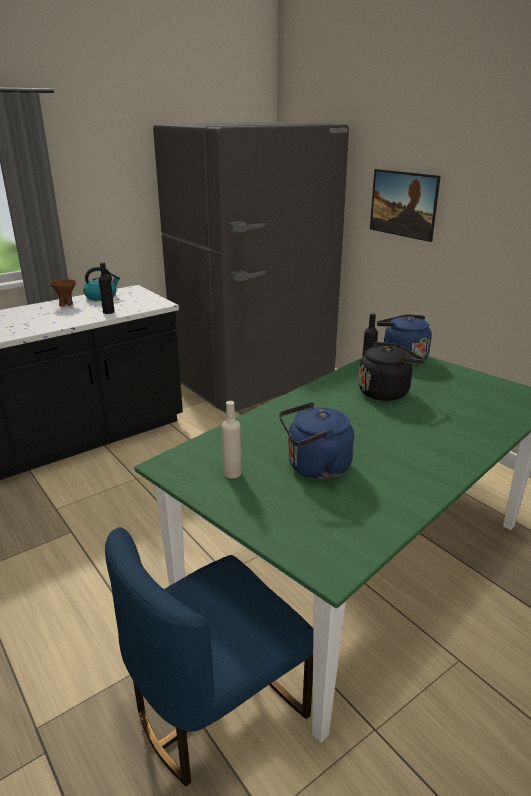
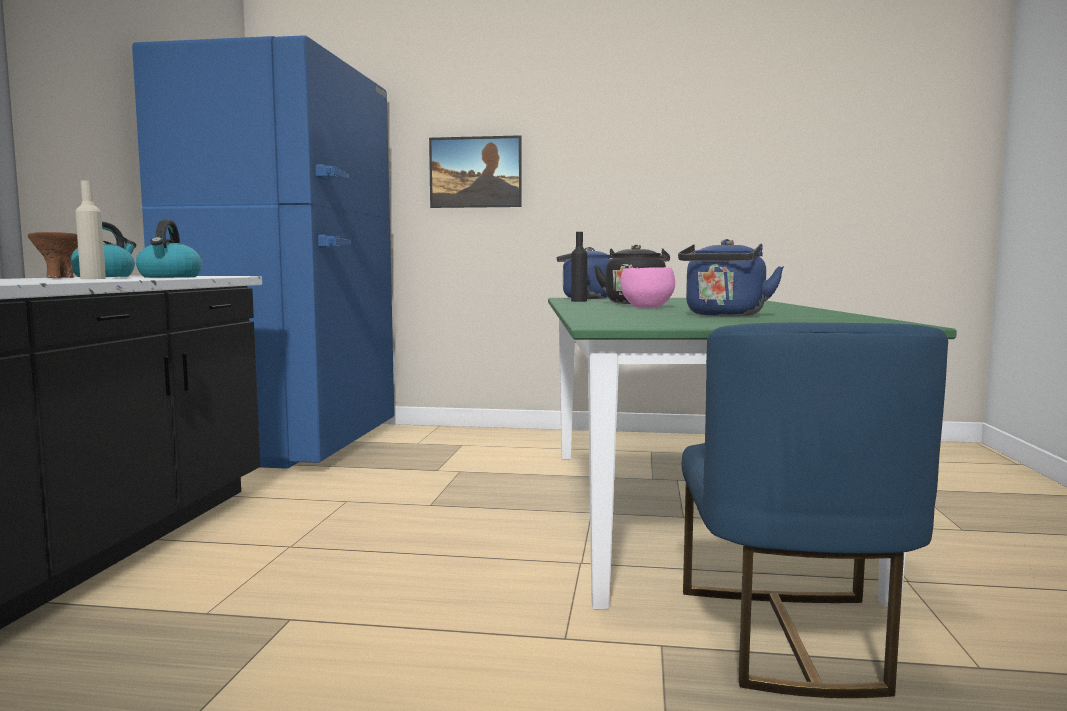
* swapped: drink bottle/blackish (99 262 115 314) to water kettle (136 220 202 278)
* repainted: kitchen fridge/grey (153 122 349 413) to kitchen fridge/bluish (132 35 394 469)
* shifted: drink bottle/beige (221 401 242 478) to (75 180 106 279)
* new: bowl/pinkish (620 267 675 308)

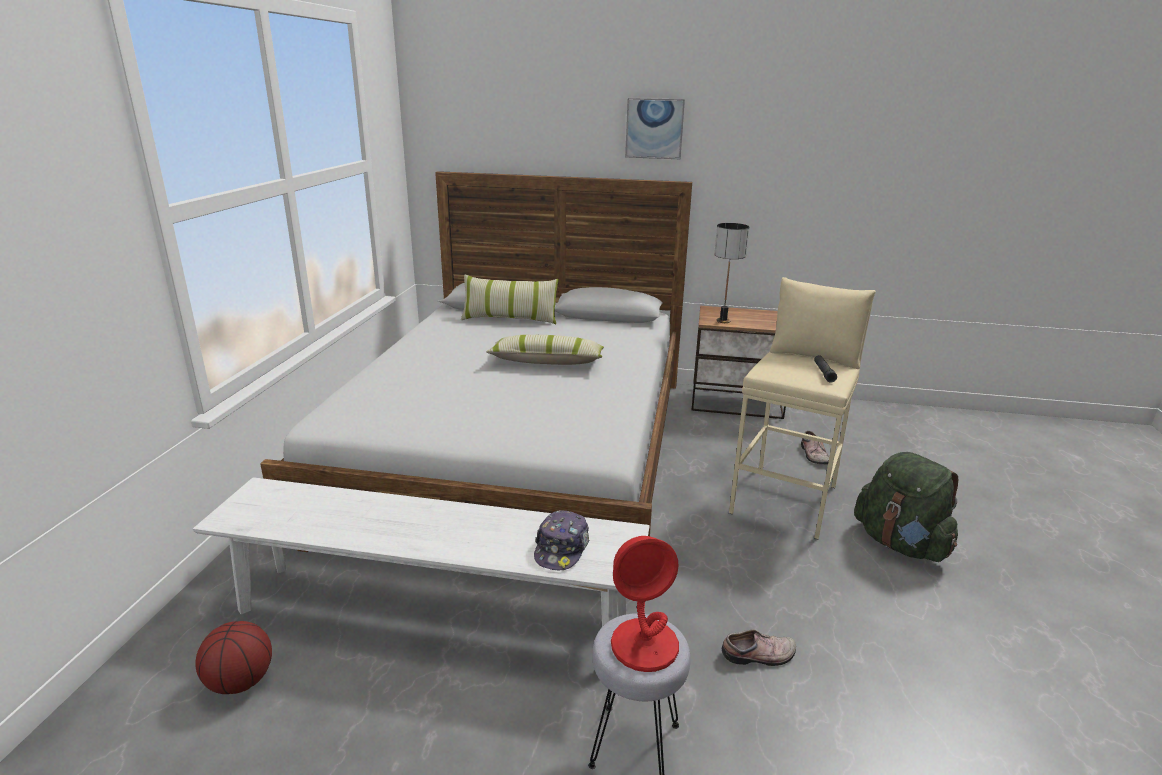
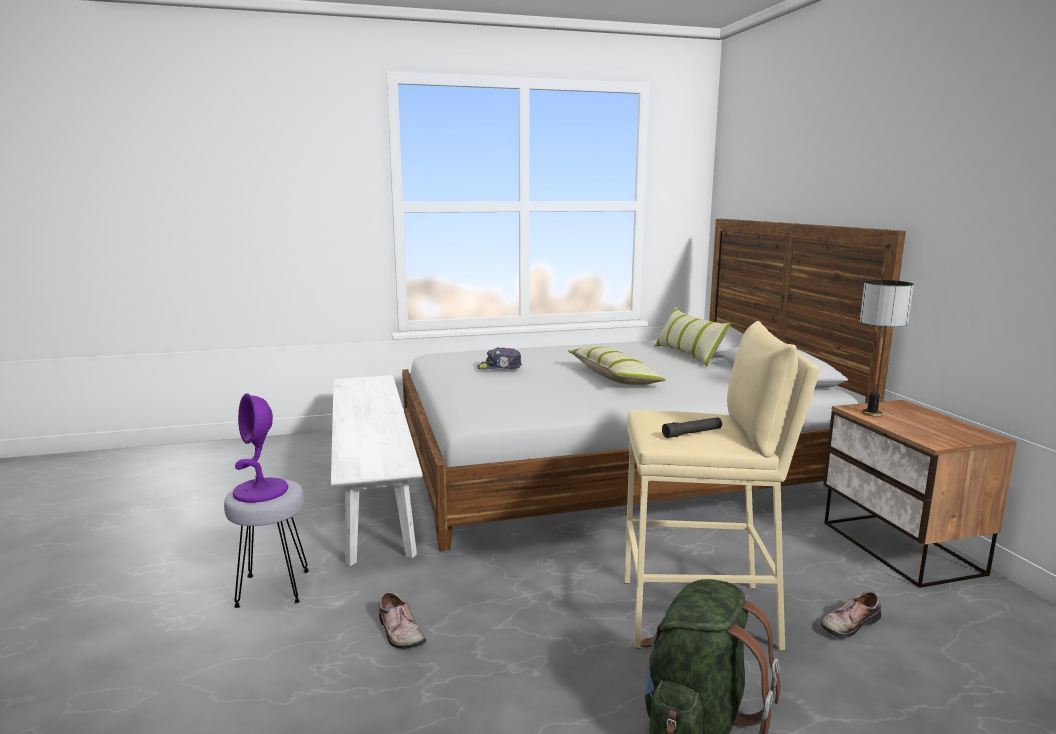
* gone: ball for basketball (195 621 272 694)
* shifted: baseball cap (534 510 589 570) to (477 347 522 370)
* repainted: table lamp/red-coloured (611 536 679 672) to table lamp/purplish (233 393 288 503)
* gone: wall picture (625 98 685 159)

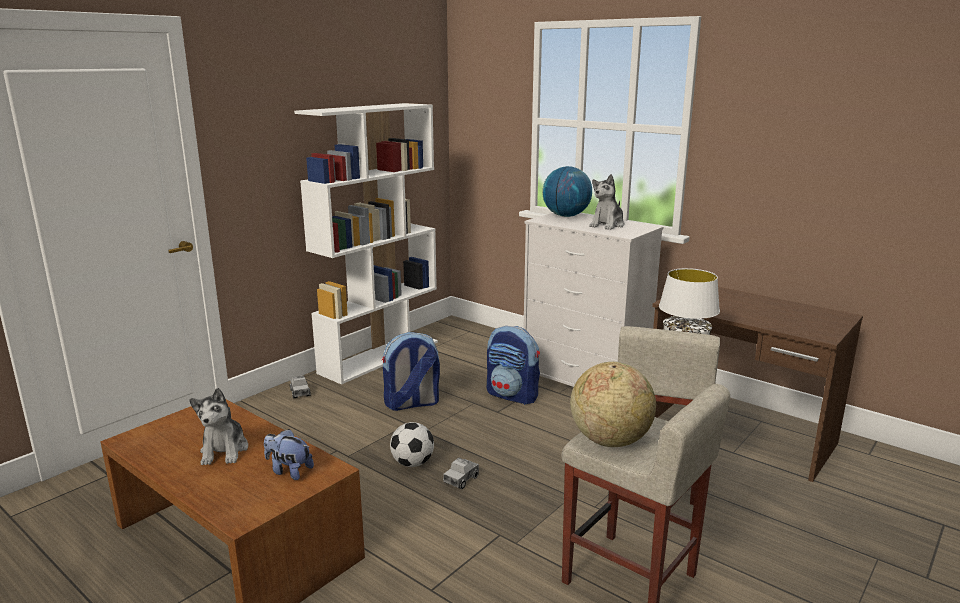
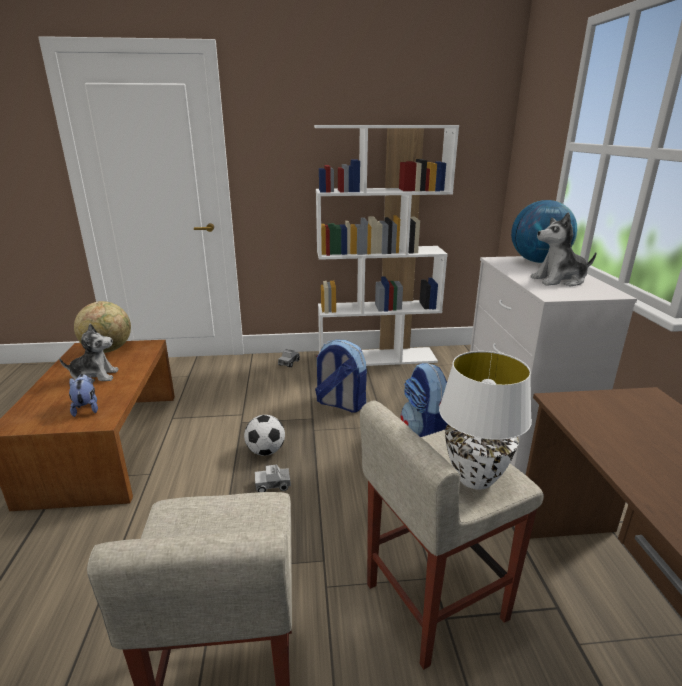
* rotated: soft toy (189 388 248 465) = (59 324 119 383) 135 degrees counterclockwise
* shifted: desk globe (570 362 656 447) to (74 301 131 353)

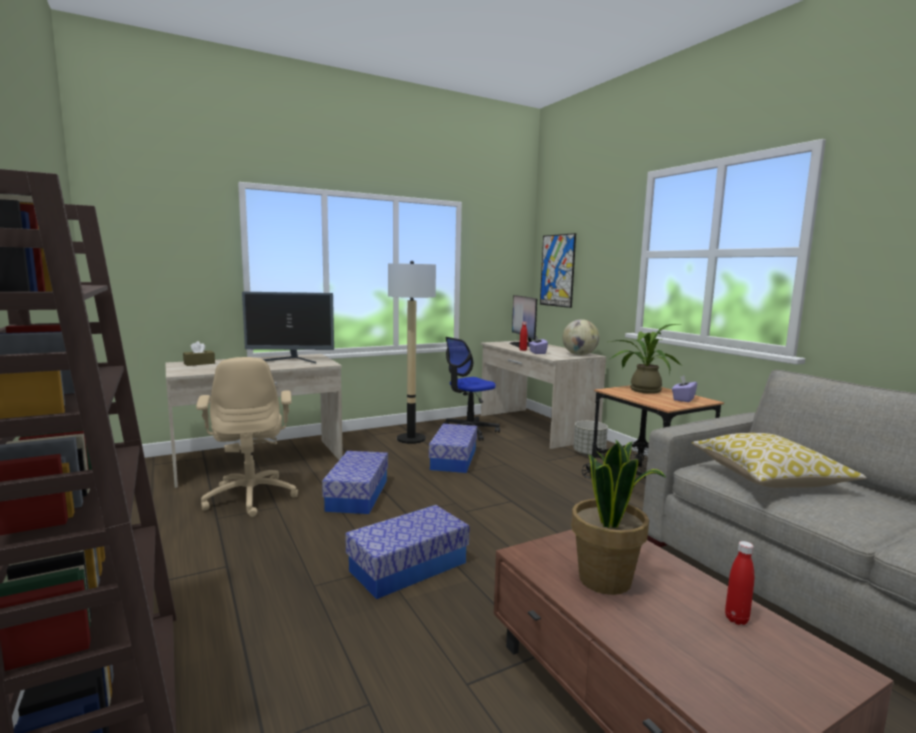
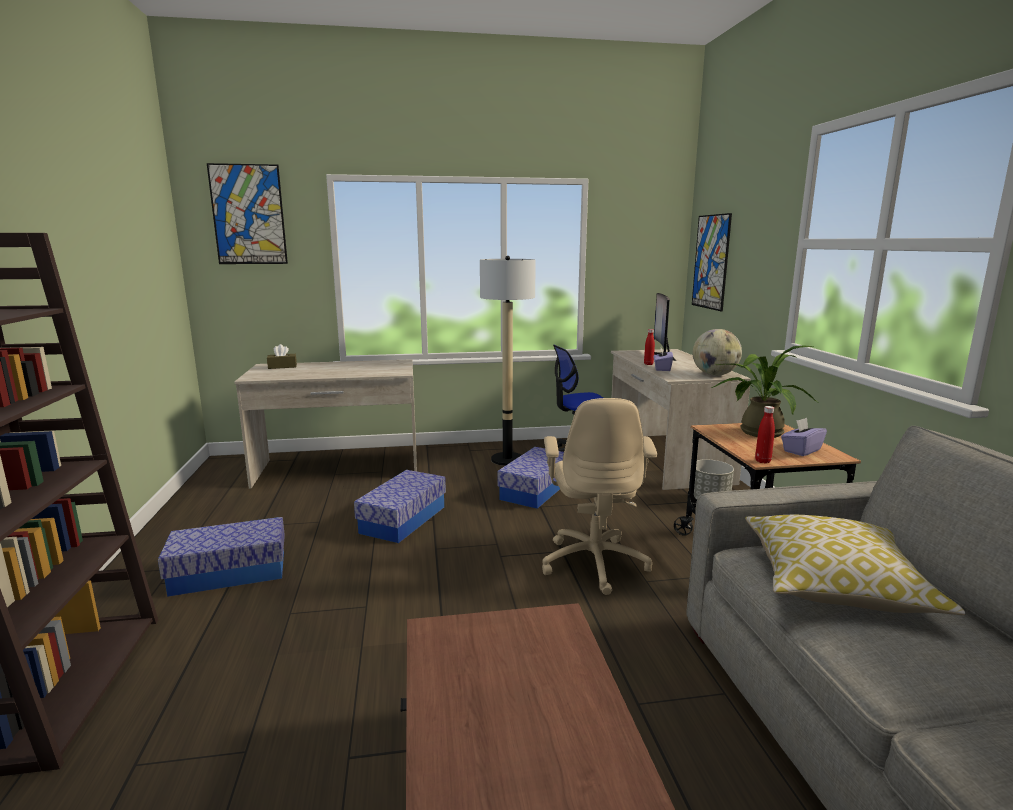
* shifted: computer chair/beige (196 357 298 517) to (542 398 657 595)
* gone: computer screen (242 292 334 363)
* shifted: storage box (345 505 469 599) to (158 517 285 597)
* gone: houseplant (571 440 666 595)
* shifted: drink bottle/red-coloured (725 541 754 625) to (755 406 775 463)
* new: wall picture (207 163 288 264)

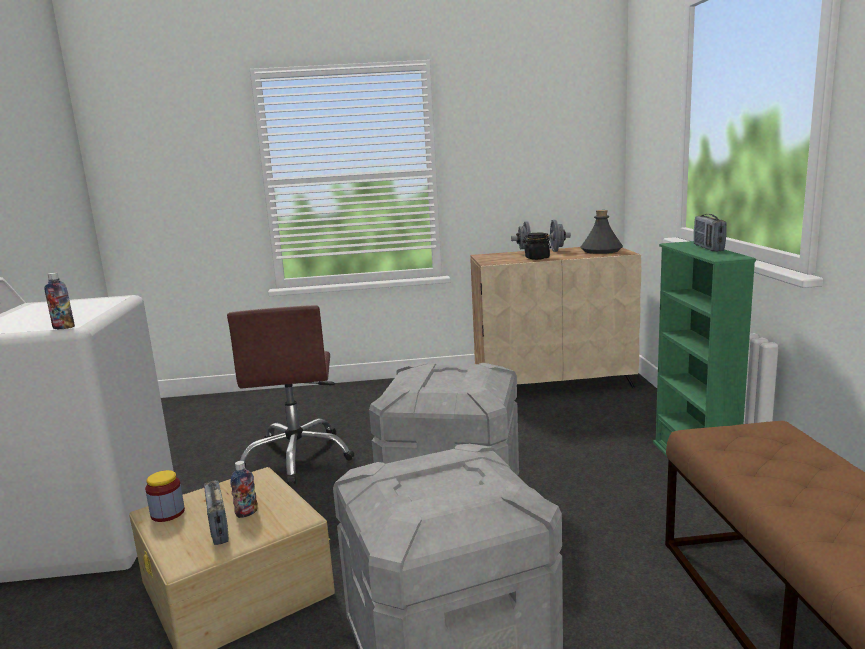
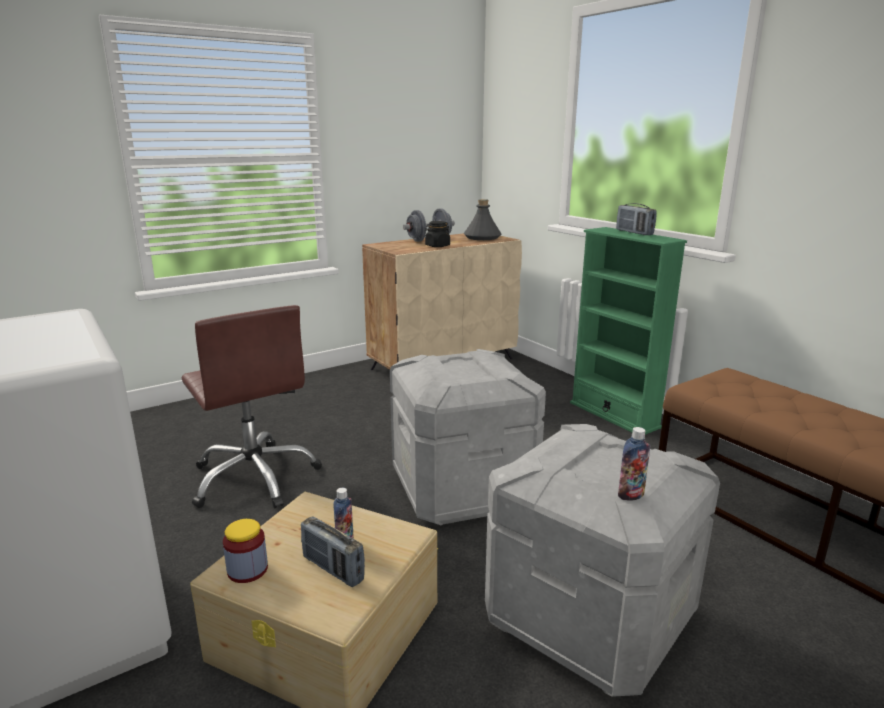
* shifted: drink bottle (44 272 75 329) to (618 427 650 501)

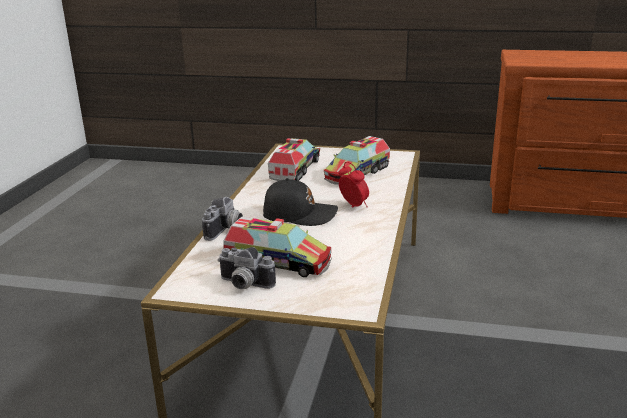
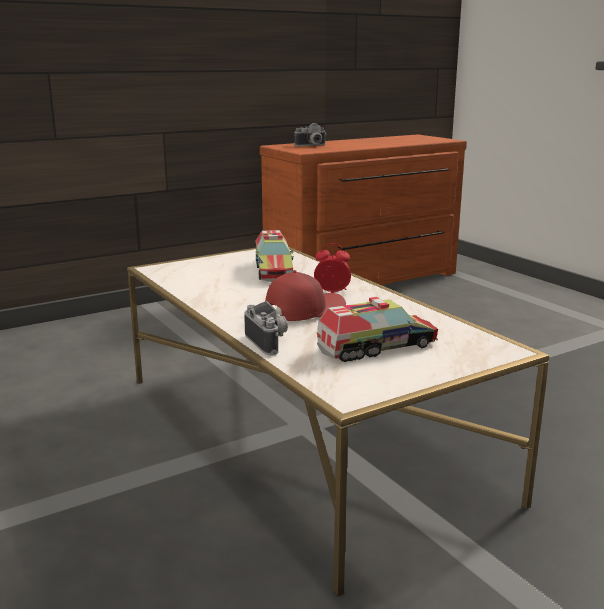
* shifted: still camera (218 247 276 289) to (294 123 327 146)
* repainted: baseball cap/blackish (263 178 338 226) to baseball cap/red-coloured (265 270 346 321)
* gone: model truck (268 138 320 181)

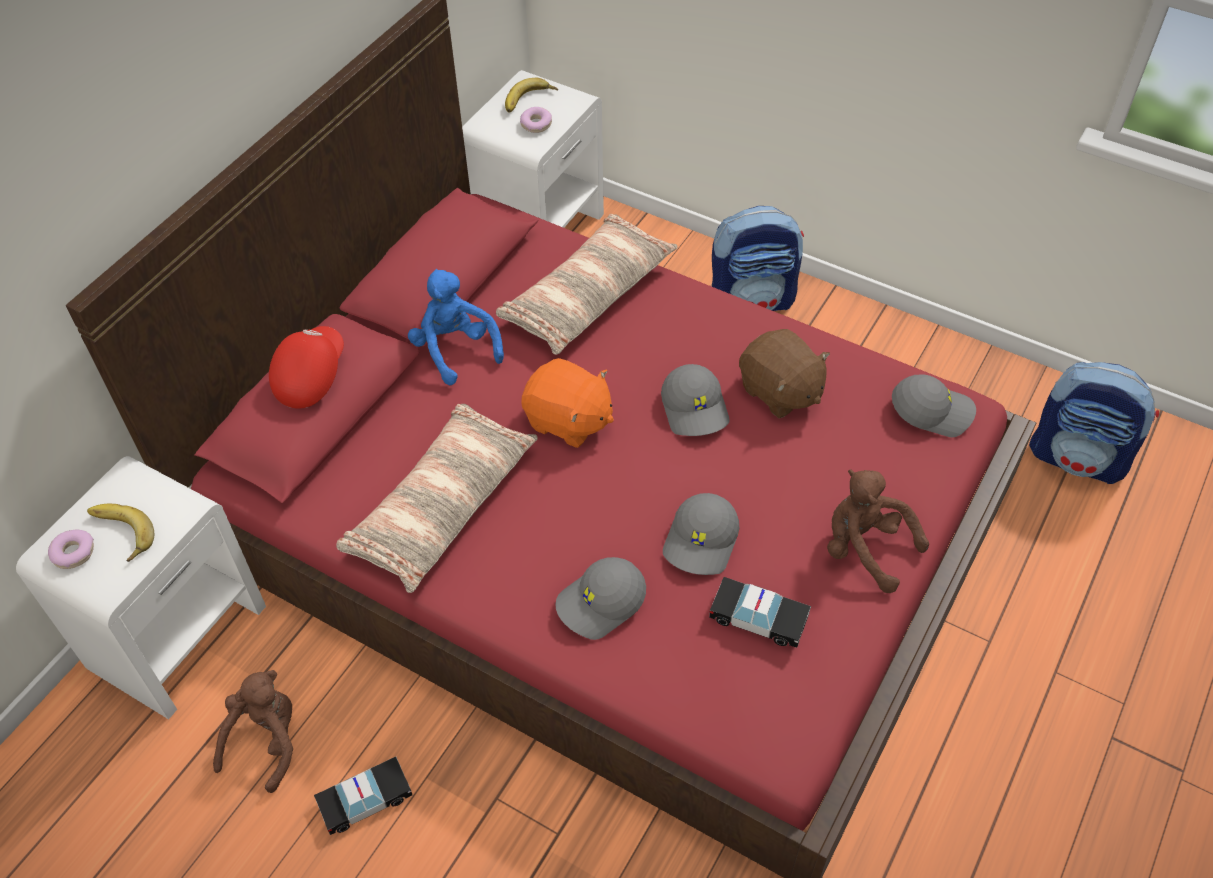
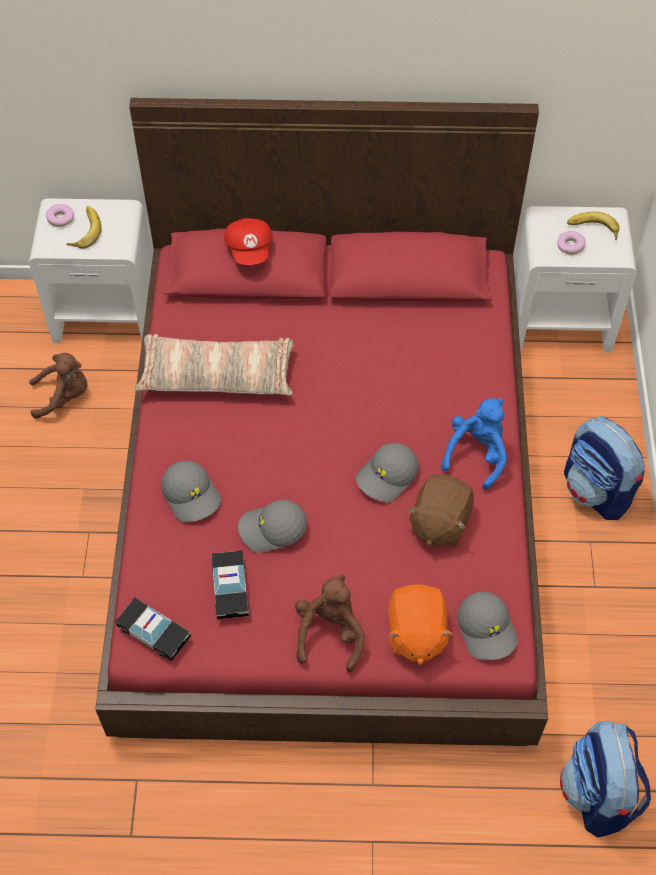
* rotated: baseball cap/red-coloured (269 326 344 409) = (224 218 273 265) 90 degrees clockwise
* shifted: miniature car (314 757 412 835) to (115 598 191 661)
* shifted: soft toy/bluish (408 269 504 385) to (441 398 507 490)
* gone: cushion (496 214 677 355)
* shifted: soft toy/orangey (521 358 614 448) to (388 585 453 665)
* rotated: baseball cap/grey (555 557 646 640) = (161 461 221 522) 150 degrees counterclockwise

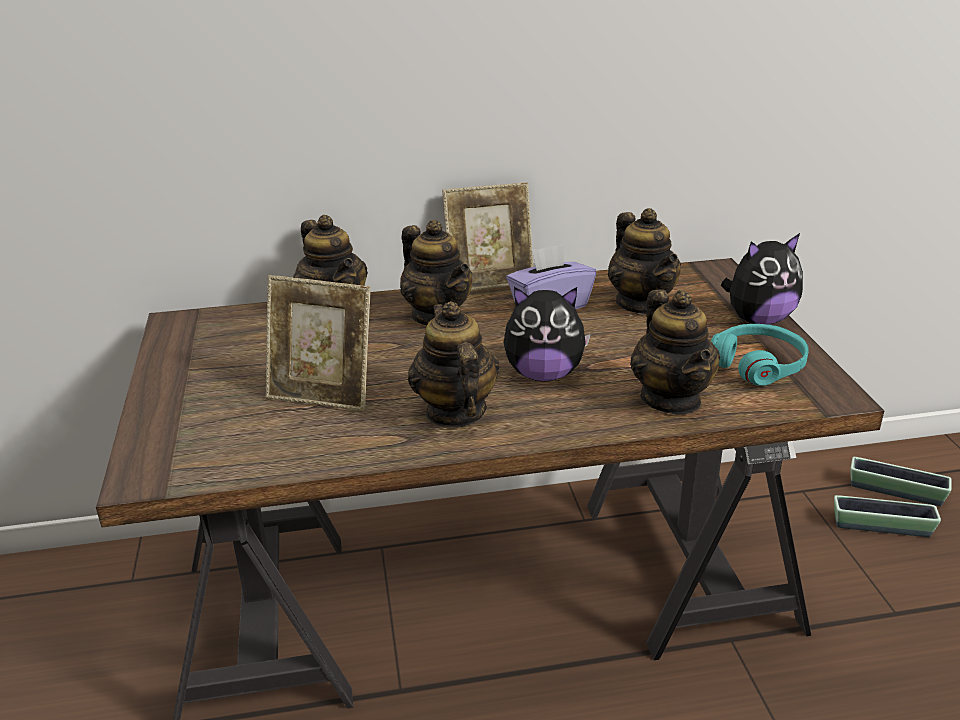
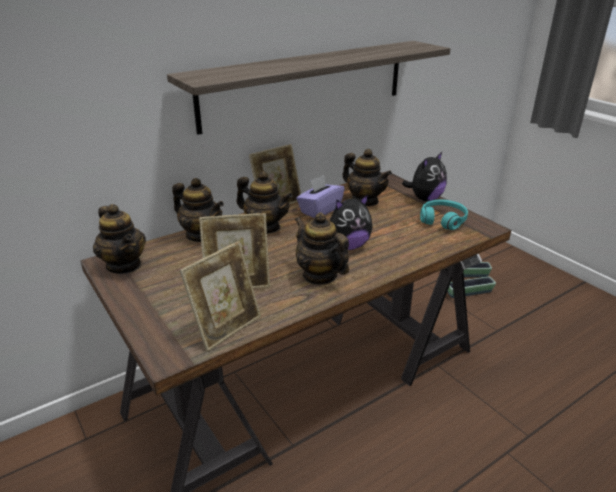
* shifted: pot for tea (630 290 720 415) to (93 204 146 274)
* new: wall shelf (167 41 450 135)
* new: photo frame (179 241 261 352)

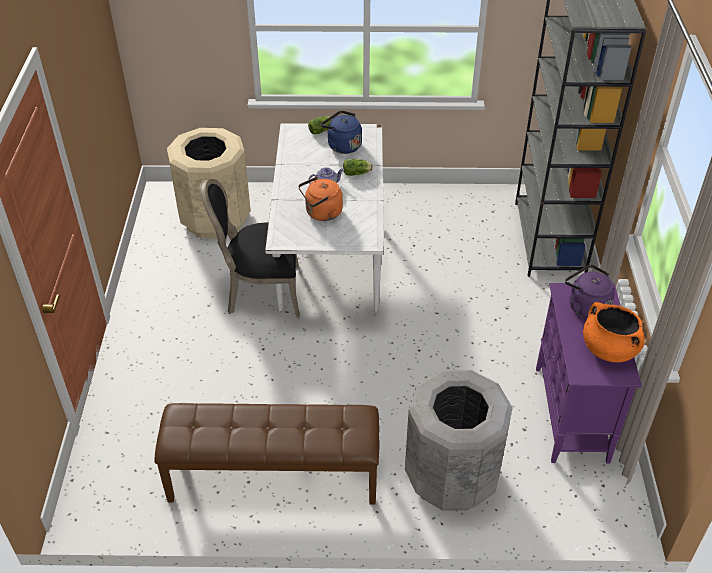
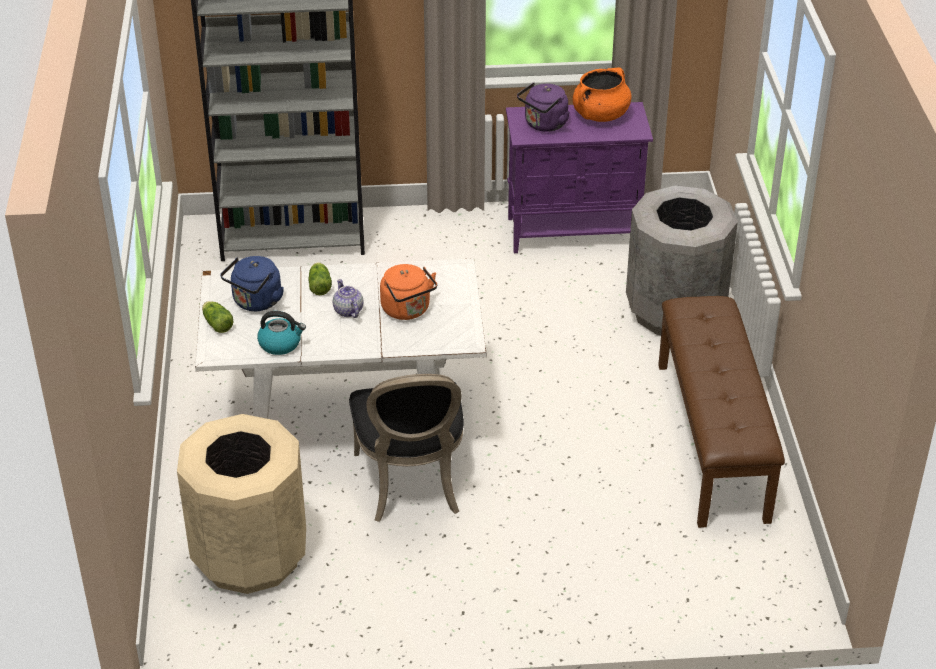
* new: water kettle (257 311 306 355)

